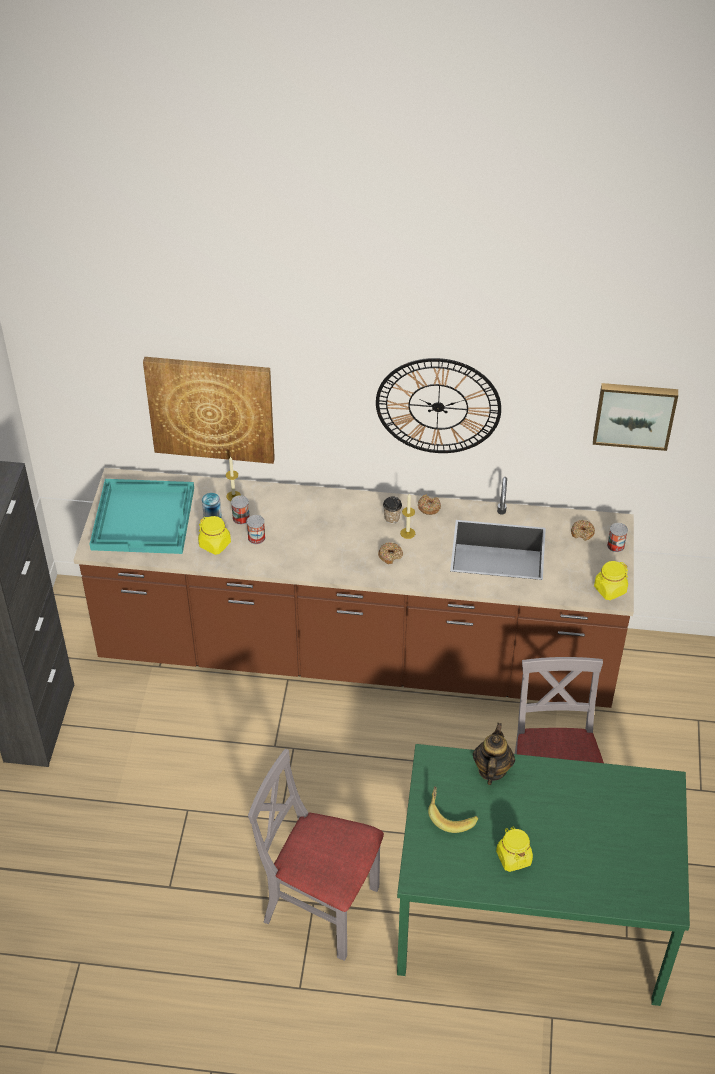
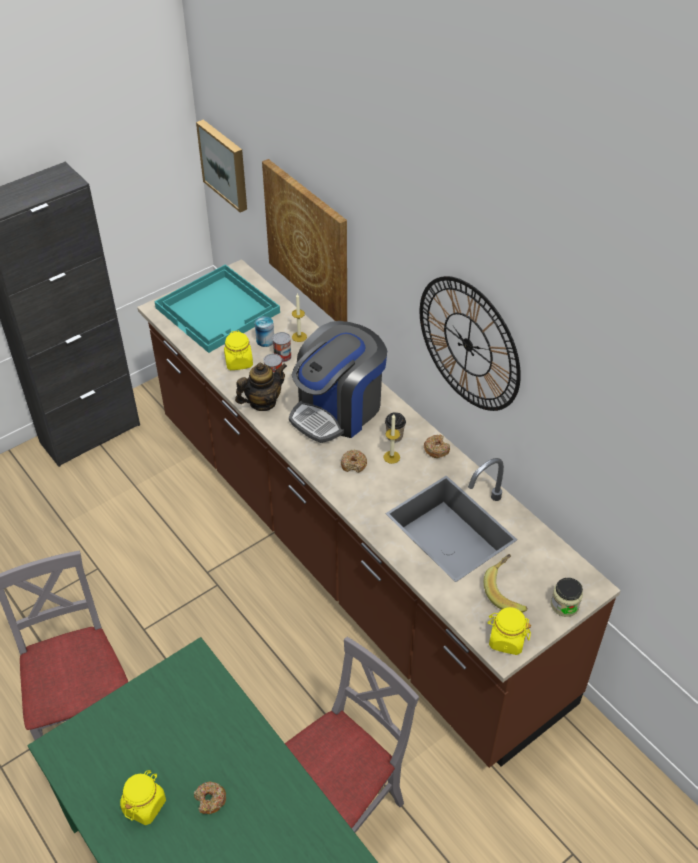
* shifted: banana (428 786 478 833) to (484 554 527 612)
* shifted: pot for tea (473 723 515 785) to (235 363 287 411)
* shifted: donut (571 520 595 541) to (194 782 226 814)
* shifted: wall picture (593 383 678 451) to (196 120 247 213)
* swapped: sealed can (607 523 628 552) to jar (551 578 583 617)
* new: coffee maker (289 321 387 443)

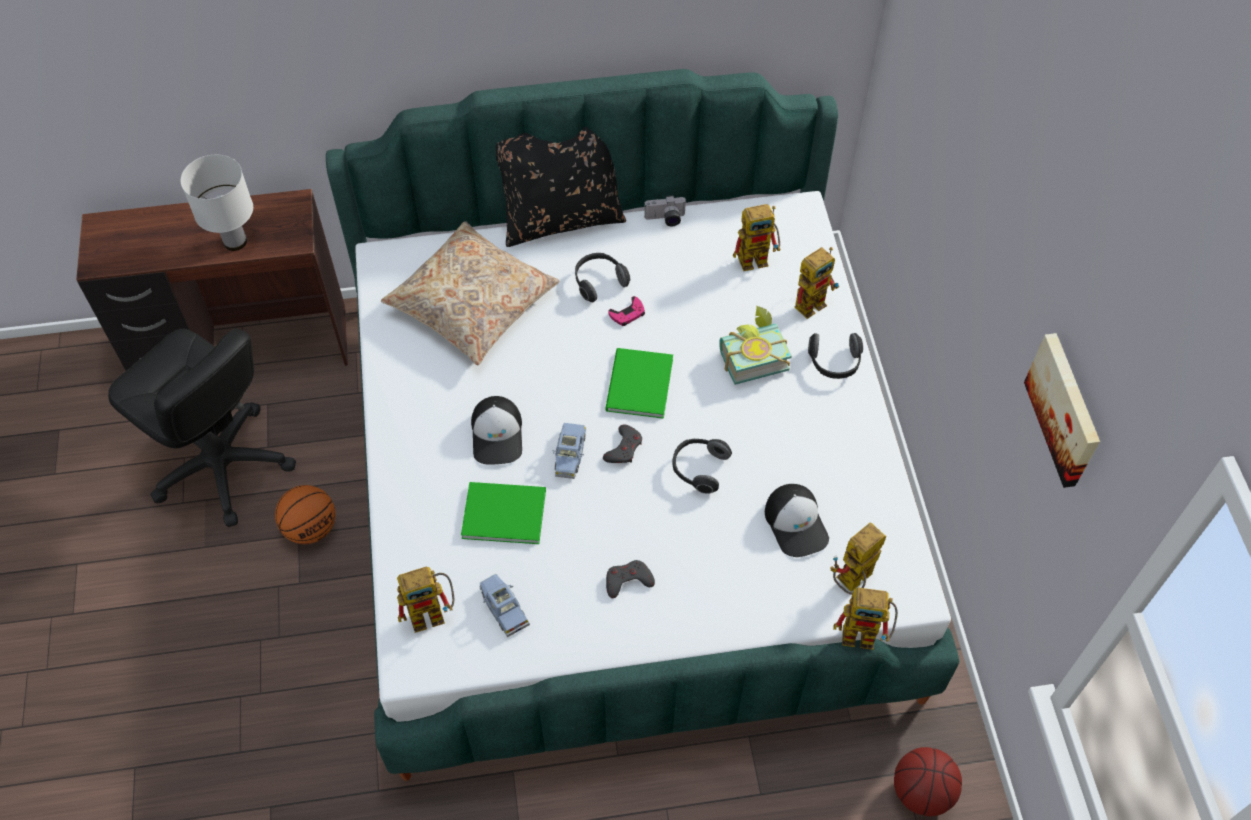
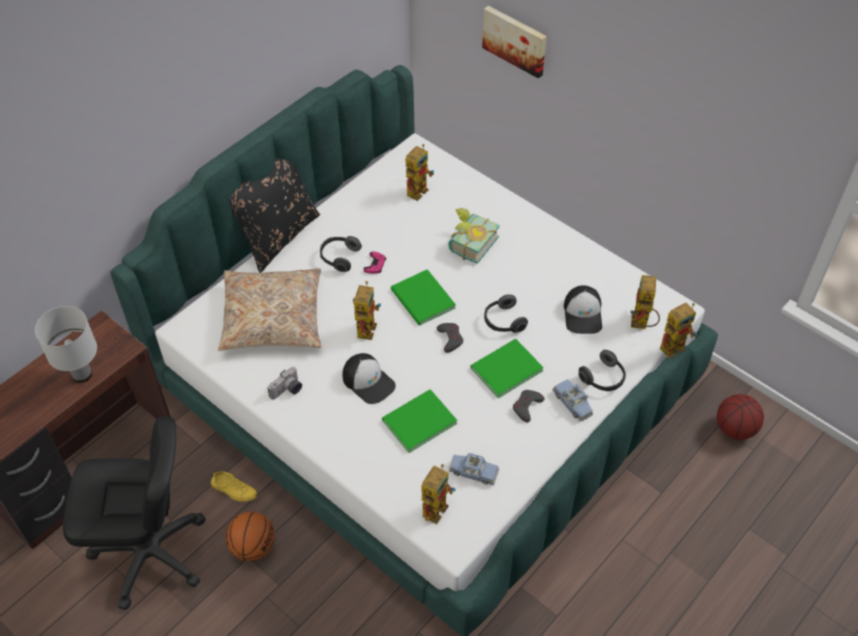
* shifted: miniature car/bluish (552 423 586 479) to (553 379 593 422)
* shifted: still camera (644 195 686 226) to (267 367 302 400)
* rotated: baseball cap (765 484 829 557) = (564 285 602 334) 60 degrees clockwise
* shifted: toy robot (795 247 839 319) to (353 281 381 340)
* shifted: headphones (808 333 863 379) to (578 350 626 391)
* shifted: wall picture (1024 333 1100 488) to (482 6 547 79)
* new: low shoe/yellow (211 471 258 502)
* new: volume/green (470 339 544 398)

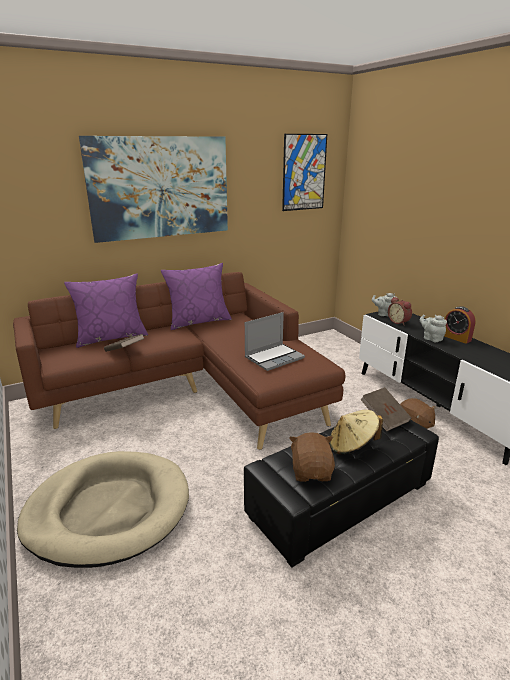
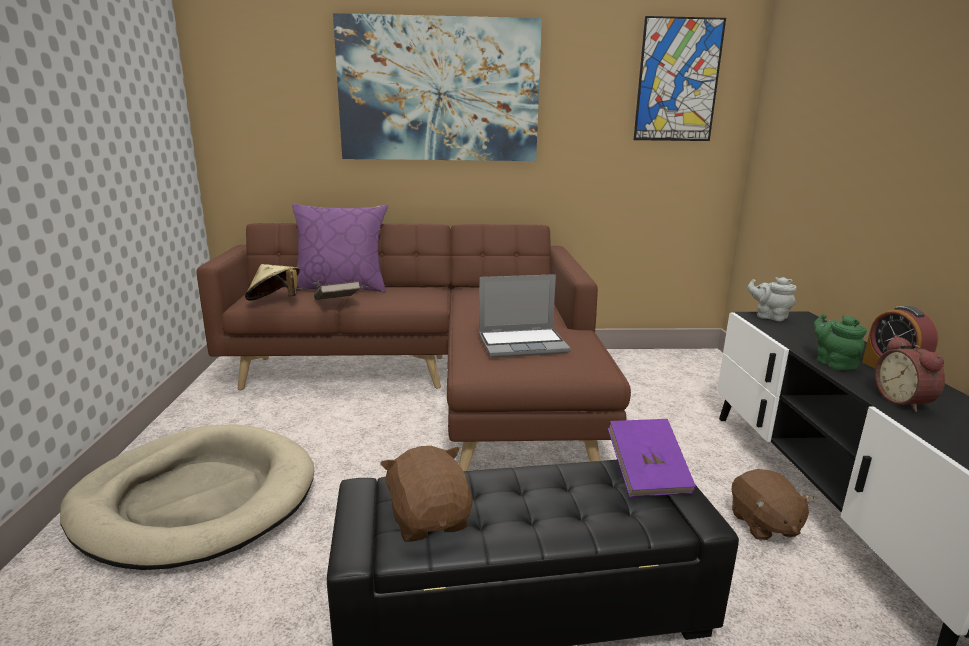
* gone: cushion/purplish (161 263 232 330)
* rotated: soft toy/brown (289 432 335 482) = (380 446 472 542) 45 degrees counterclockwise
* shifted: wearable hat/beige (330 410 383 454) to (245 264 300 301)
* repainted: volume/brown (360 387 412 432) to volume/purplish (608 419 696 497)
* shifted: table clock (388 297 412 326) to (875 336 945 412)
* repainted: pot for tea/grey (420 314 447 342) to pot for tea/green (814 314 867 370)

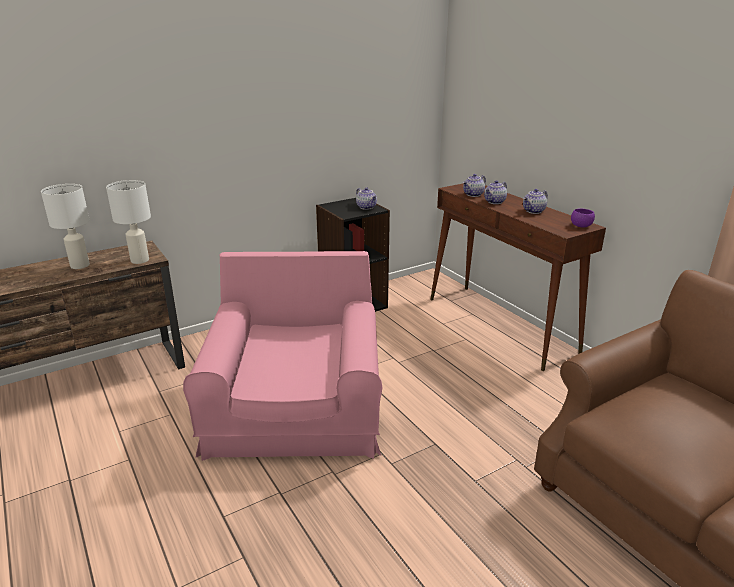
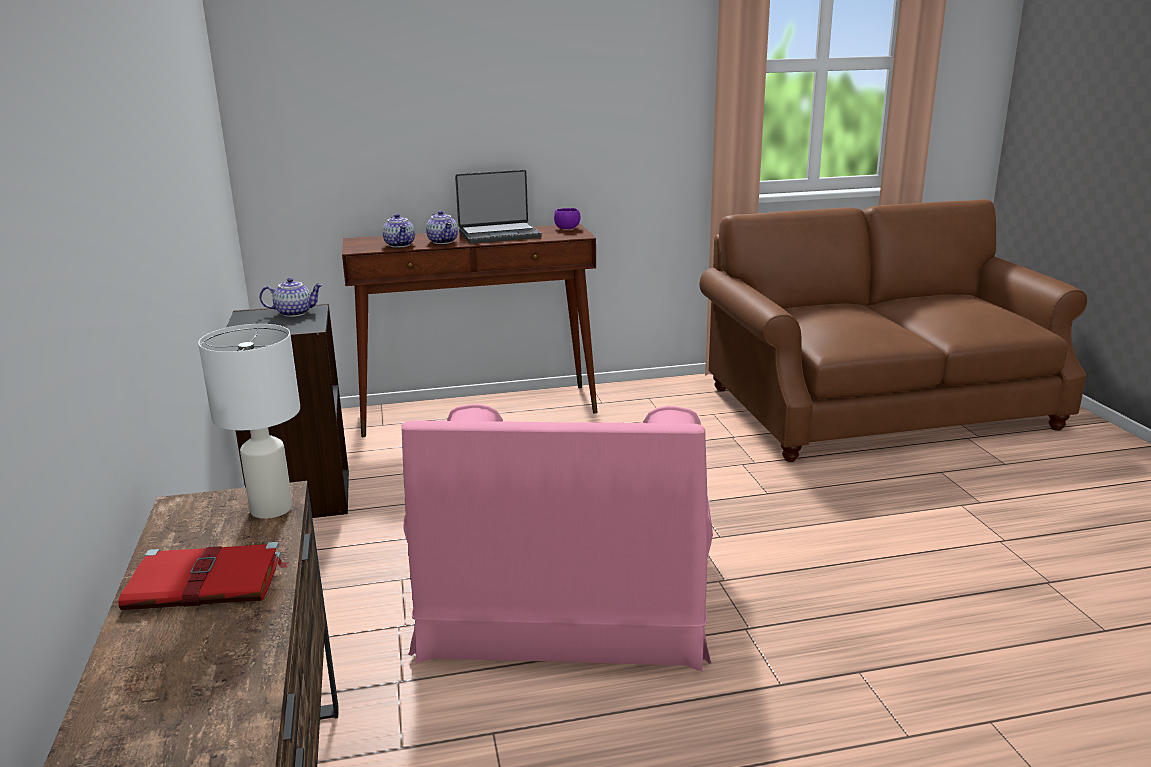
* swapped: table lamp/white (41 184 90 269) to volume/red-coloured (118 542 290 610)
* rotated: armchair/pinkish (183 251 383 461) = (402 404 713 672) 105 degrees counterclockwise
* swapped: pot for tea (523 189 548 214) to laptop (455 170 542 243)

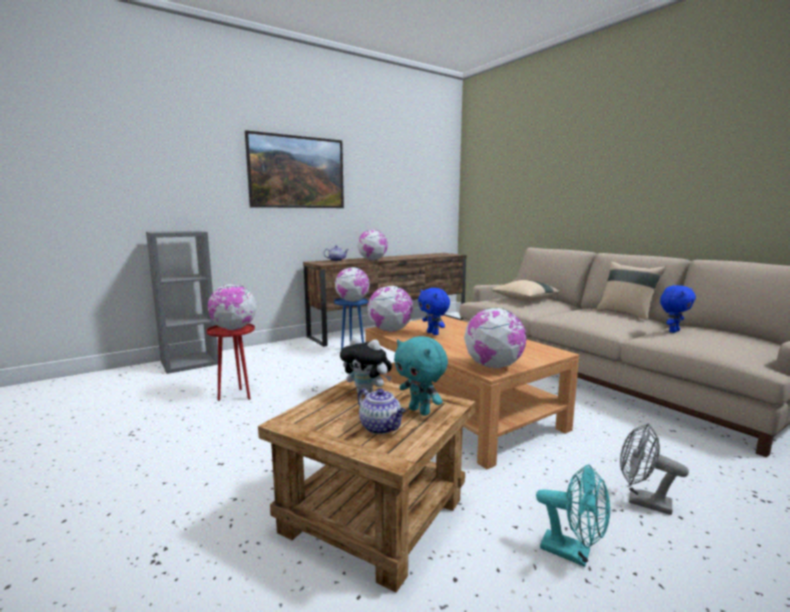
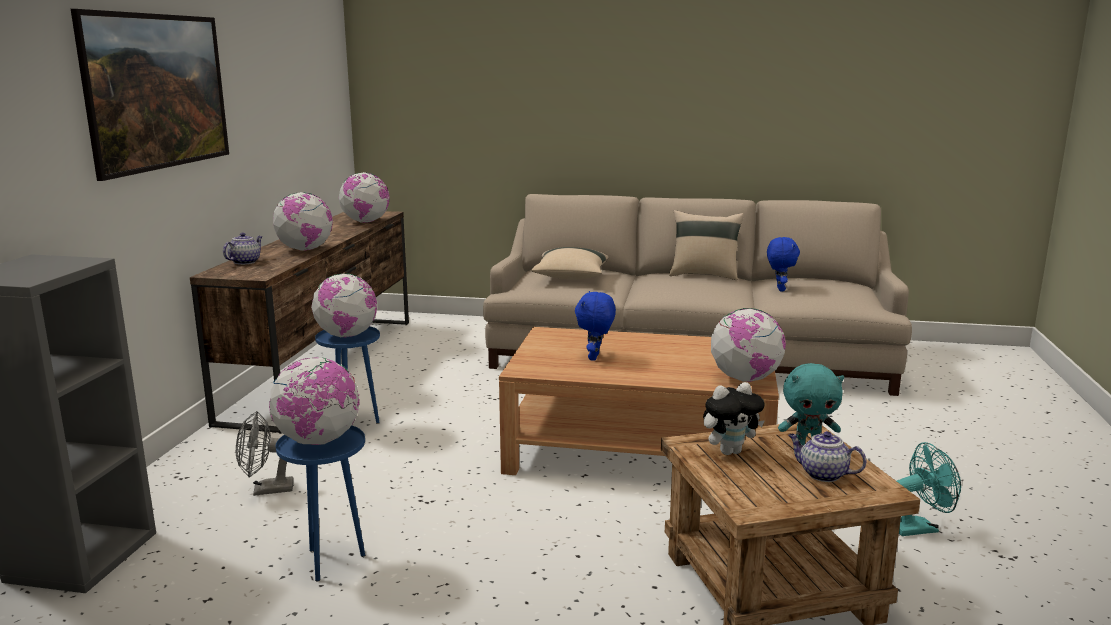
* repainted: accent table/red-coloured (206 323 255 401) to accent table/bluish (276 425 365 582)
* rotated: pot for tea (358 388 406 434) = (788 431 867 482) 150 degrees counterclockwise
* shifted: desk globe (368 286 413 332) to (339 172 389 223)
* rotated: soft toy/bluish (418 288 450 335) = (575 291 616 361) 90 degrees clockwise
* shifted: fan/grey (620 423 689 515) to (236 411 294 496)

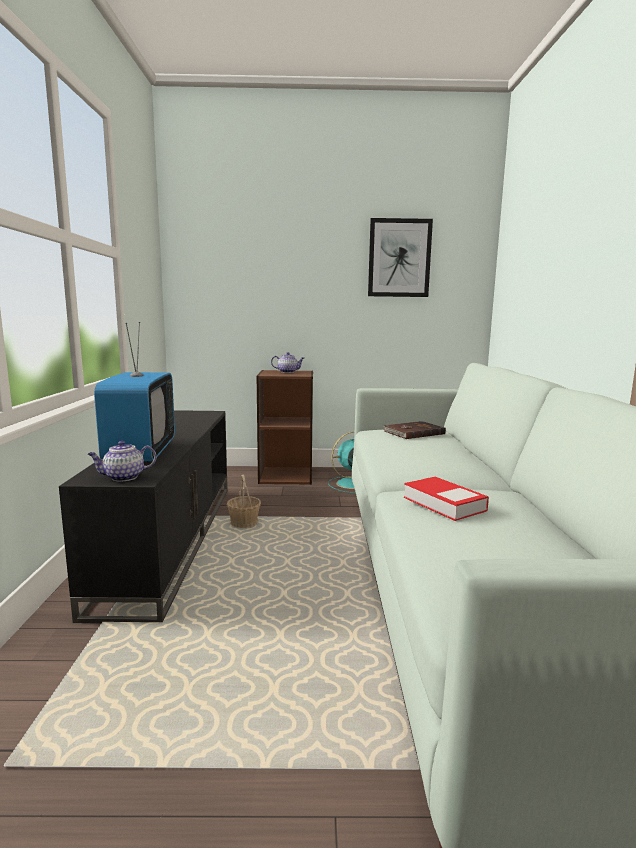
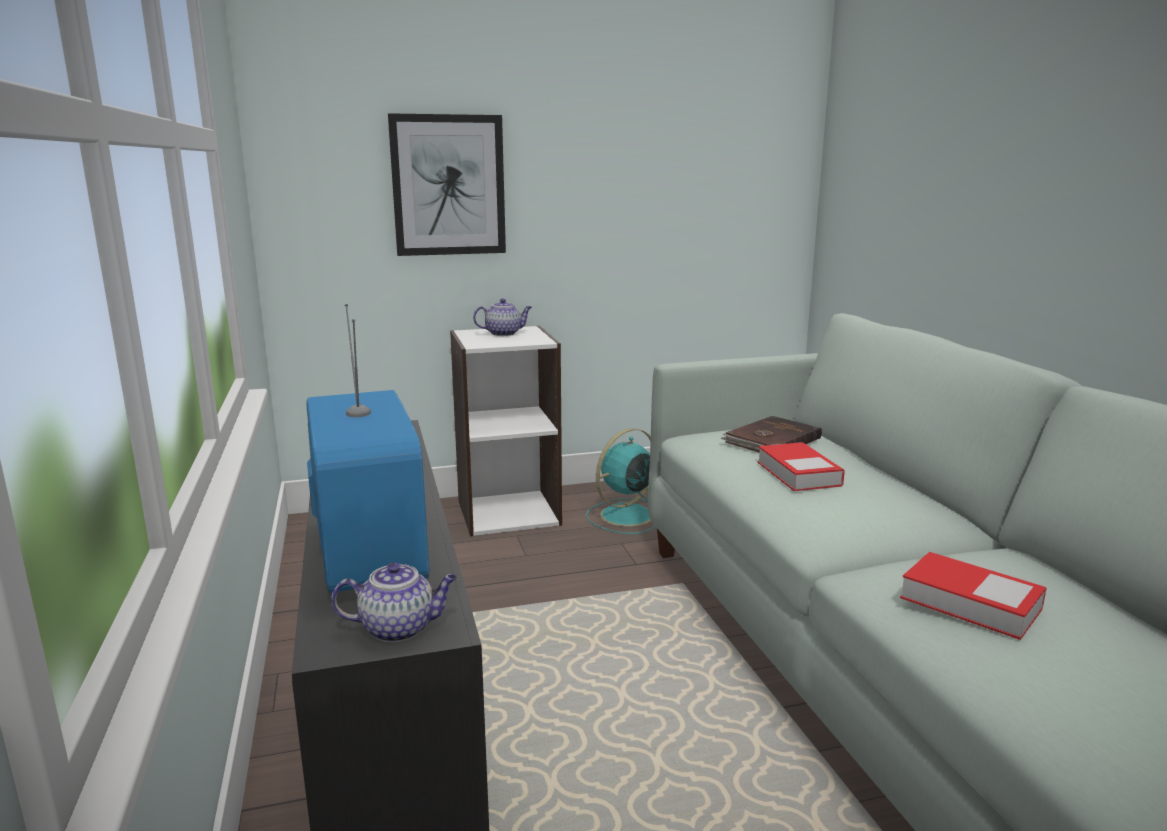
* rotated: pot for tea (88 441 156 482) = (331 562 457 642) 150 degrees counterclockwise
* gone: basket (227 475 261 528)
* repainted: bookshelf/brown (257 370 313 485) to bookshelf/white (450 326 562 536)
* shifted: wall picture (368 218 433 297) to (388 113 506 256)
* new: volume (758 442 845 491)

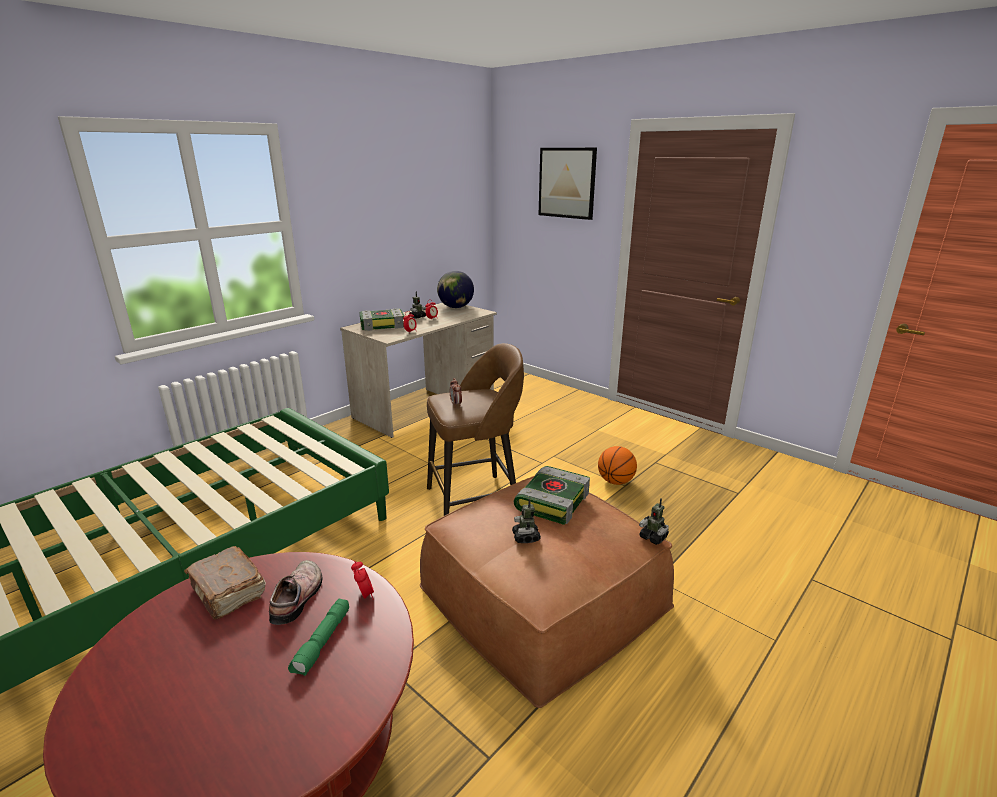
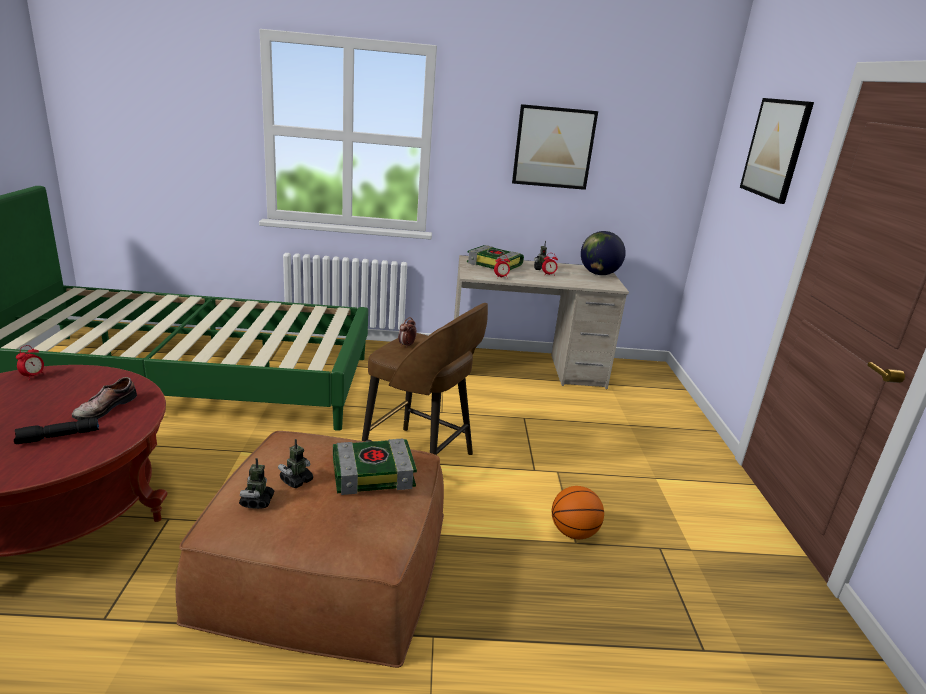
* gone: volume/brown (184 546 266 620)
* rotated: low shoe (269 560 322 625) = (72 377 137 420) 150 degrees clockwise
* repainted: hand torch/green (288 599 349 676) to hand torch/blackish (14 418 99 444)
* shifted: table clock (351 561 374 600) to (16 345 44 379)
* shifted: toy robot (639 498 669 545) to (239 458 274 509)
* new: wall picture (512 104 598 190)

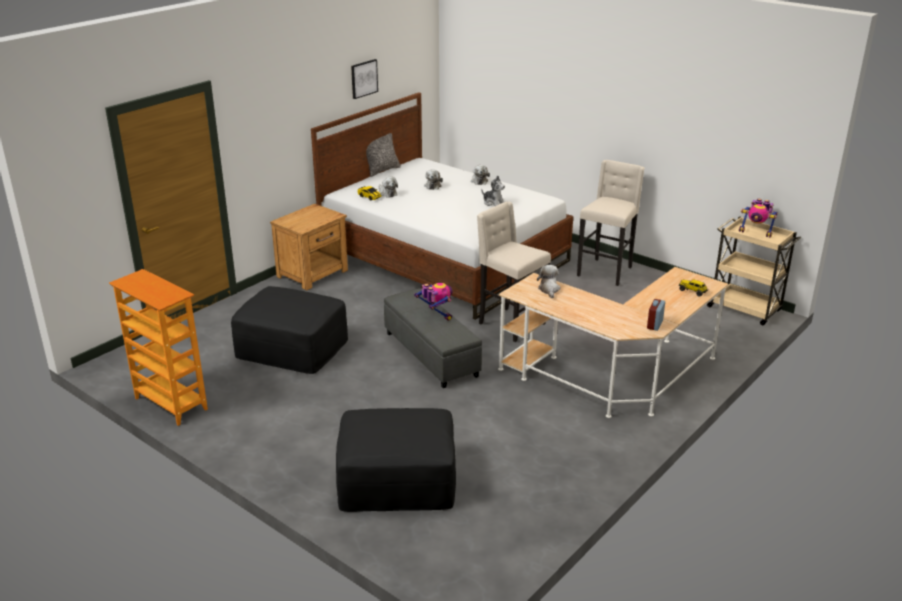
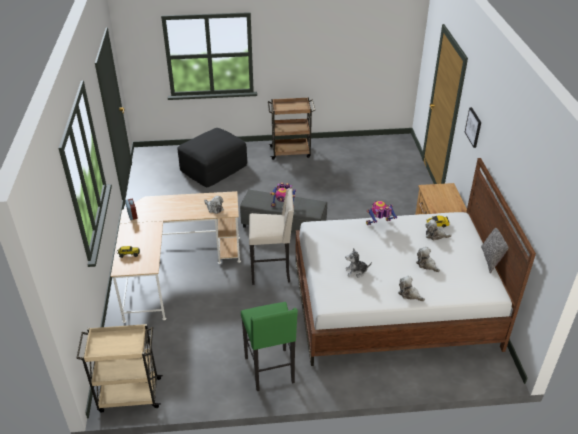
* gone: bookshelf (109 269 208 426)
* gone: footrest/blackish (231 286 348 374)
* shifted: wall picture (351 59 378 99) to (465 107 481 148)
* repainted: stool seat/beige (577 160 645 286) to stool seat/green (241 302 298 391)
* shifted: toy robot (739 199 778 238) to (366 201 397 225)
* new: trolley/brown (268 97 315 160)

